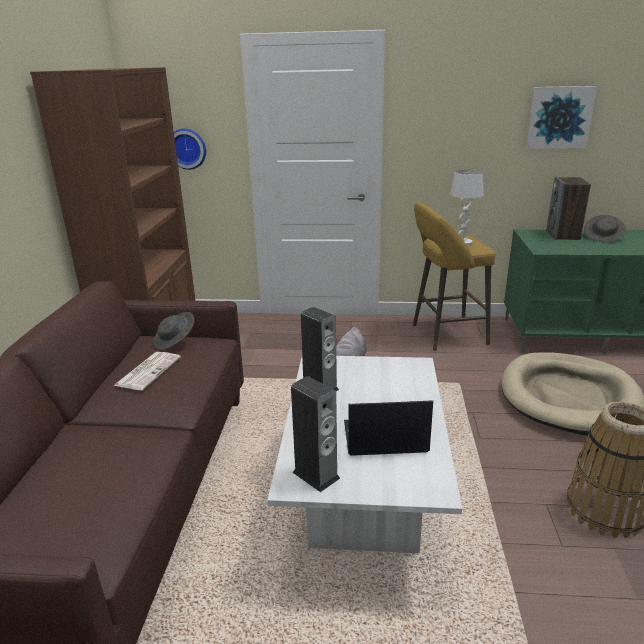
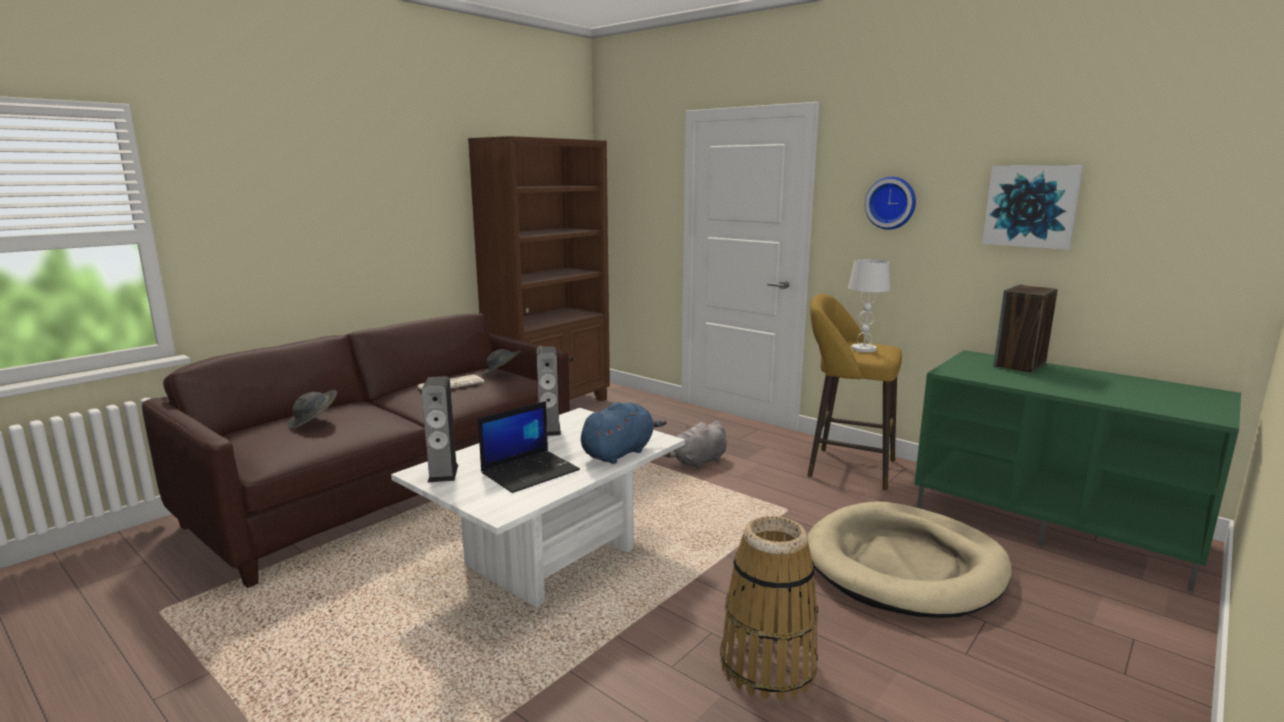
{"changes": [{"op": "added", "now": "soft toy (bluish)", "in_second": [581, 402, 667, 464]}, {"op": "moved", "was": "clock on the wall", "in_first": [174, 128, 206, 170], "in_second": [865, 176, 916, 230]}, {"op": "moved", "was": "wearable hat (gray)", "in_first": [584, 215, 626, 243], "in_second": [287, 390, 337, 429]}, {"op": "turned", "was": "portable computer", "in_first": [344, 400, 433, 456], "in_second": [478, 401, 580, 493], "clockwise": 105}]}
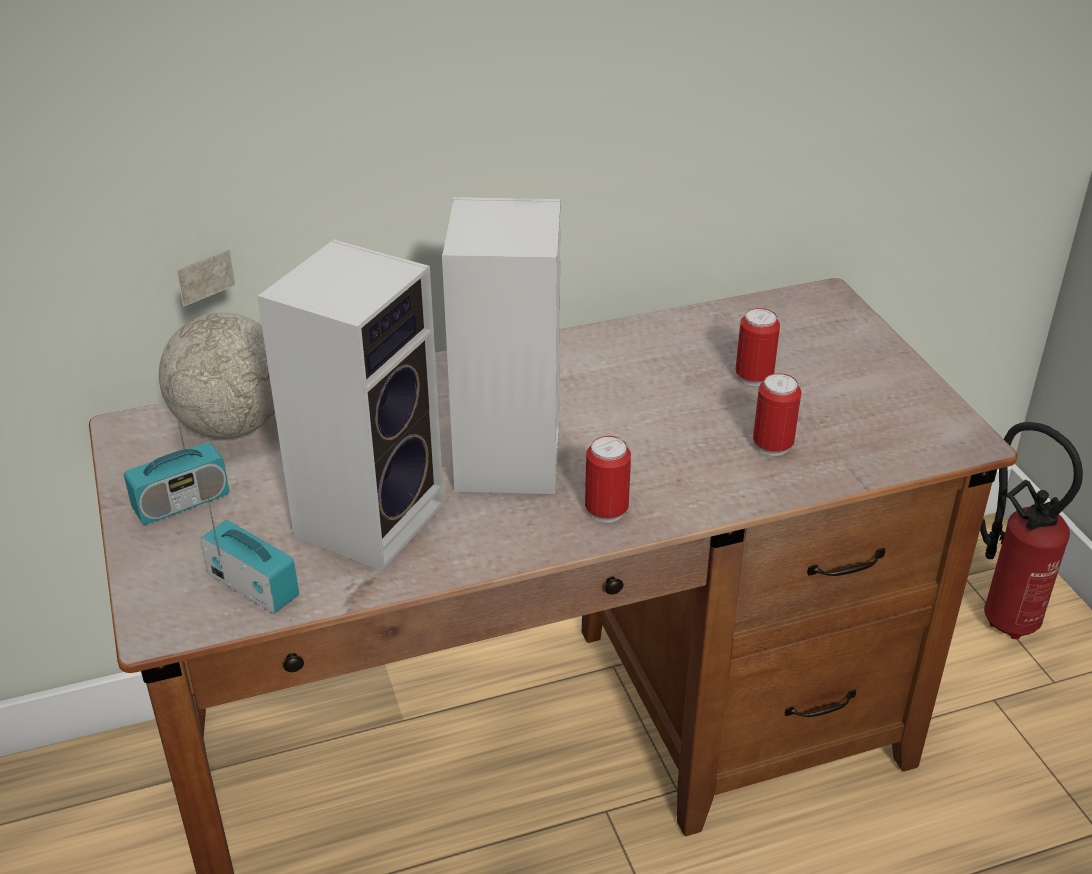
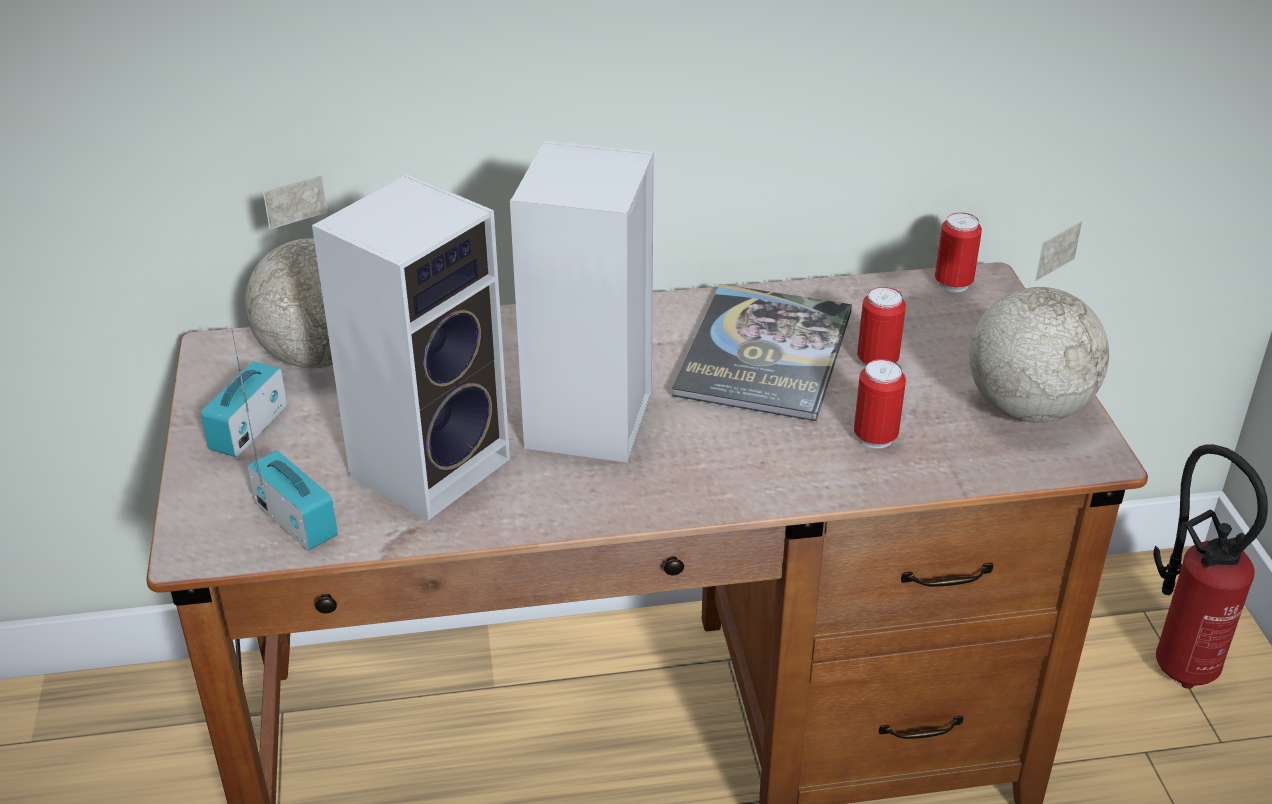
{"changes": [{"op": "added", "now": "book", "in_second": [672, 284, 852, 421]}, {"op": "added", "now": "world globe", "in_second": [969, 221, 1109, 423]}, {"op": "moved", "was": "sealed can", "in_first": [585, 436, 631, 523], "in_second": [935, 213, 982, 292]}, {"op": "turned", "was": "radio", "in_first": [124, 377, 229, 525], "in_second": [201, 328, 287, 457], "clockwise": 135}]}
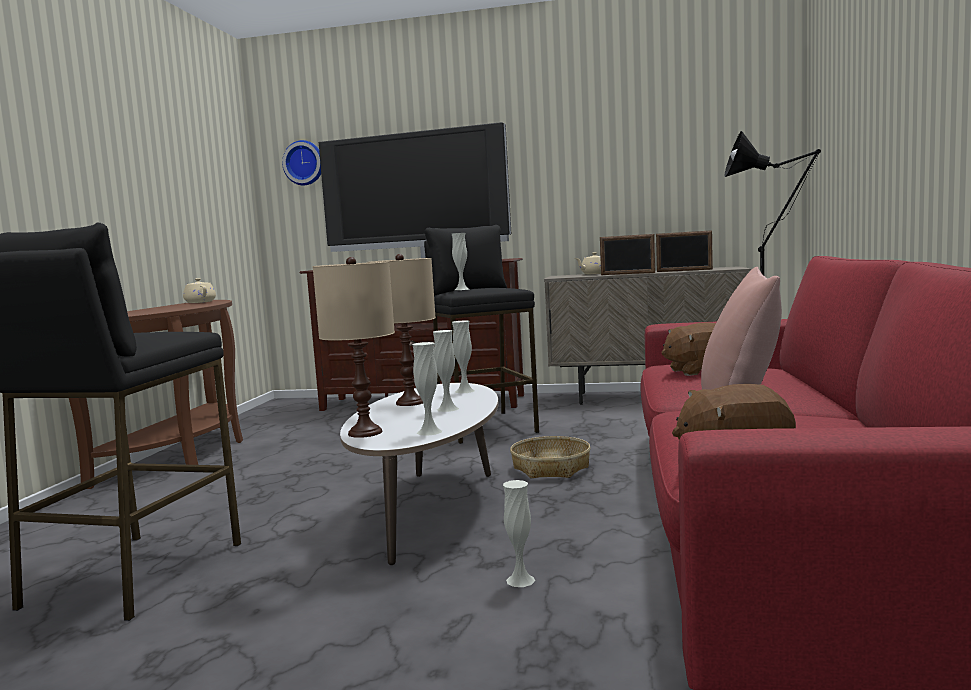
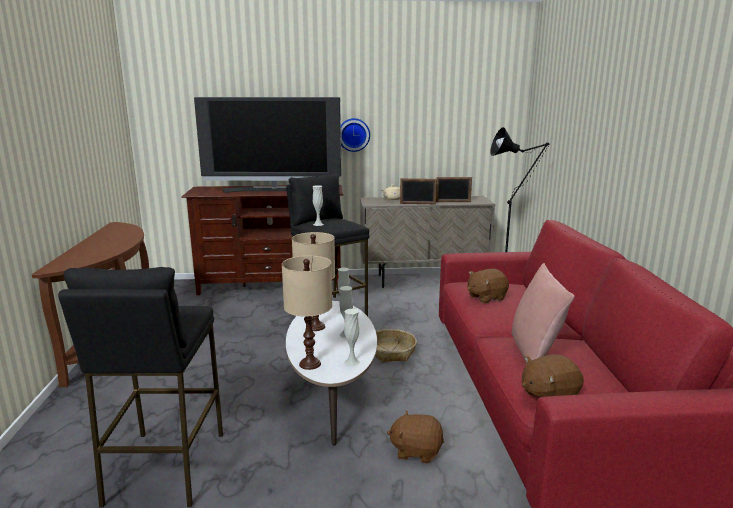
{"changes": [{"op": "removed", "was": "tea pot (beige-coloured)", "in_first": [183, 278, 216, 303]}, {"op": "moved", "was": "clock on the wall", "in_first": [282, 140, 321, 186], "in_second": [341, 118, 370, 152]}, {"op": "replaced", "was": "flower vase (white-coloured)", "now": "soft toy (brown)", "in_first": [503, 480, 535, 587], "in_second": [387, 410, 444, 463]}]}
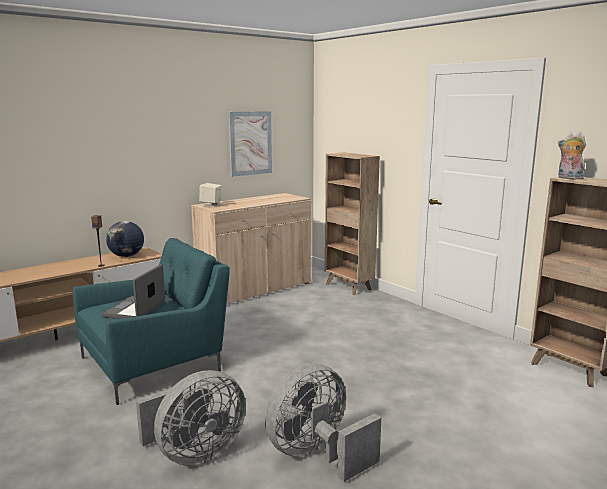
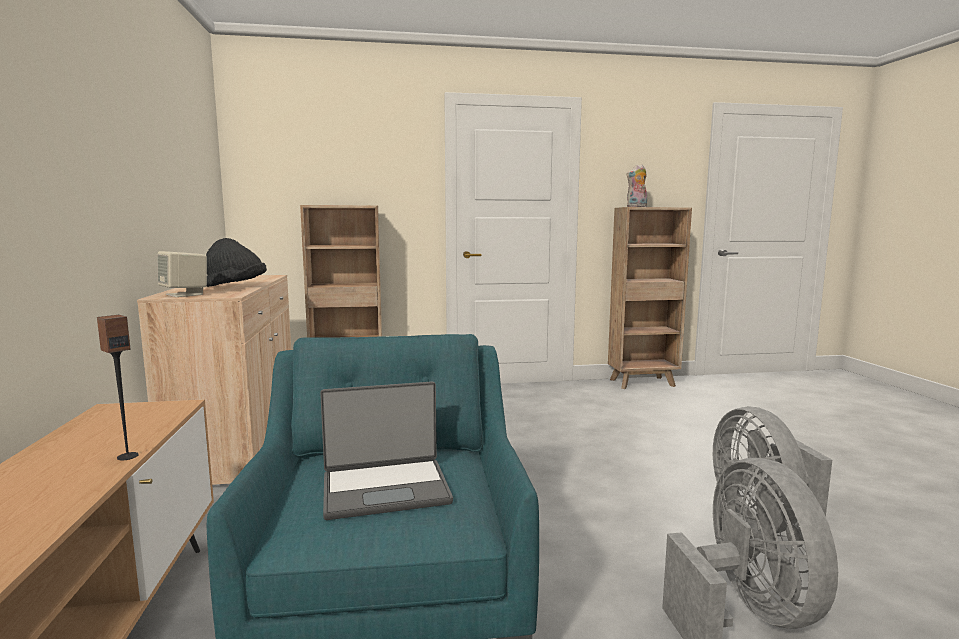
{"changes": [{"op": "removed", "was": "world globe", "in_first": [106, 221, 144, 257]}, {"op": "removed", "was": "picture", "in_first": [229, 111, 272, 177]}, {"op": "added", "now": "wearable hat (blackish)", "in_second": [206, 238, 267, 287]}, {"op": "turned", "was": "portable computer", "in_first": [102, 264, 165, 319], "in_second": [320, 381, 453, 520], "clockwise": -60}]}
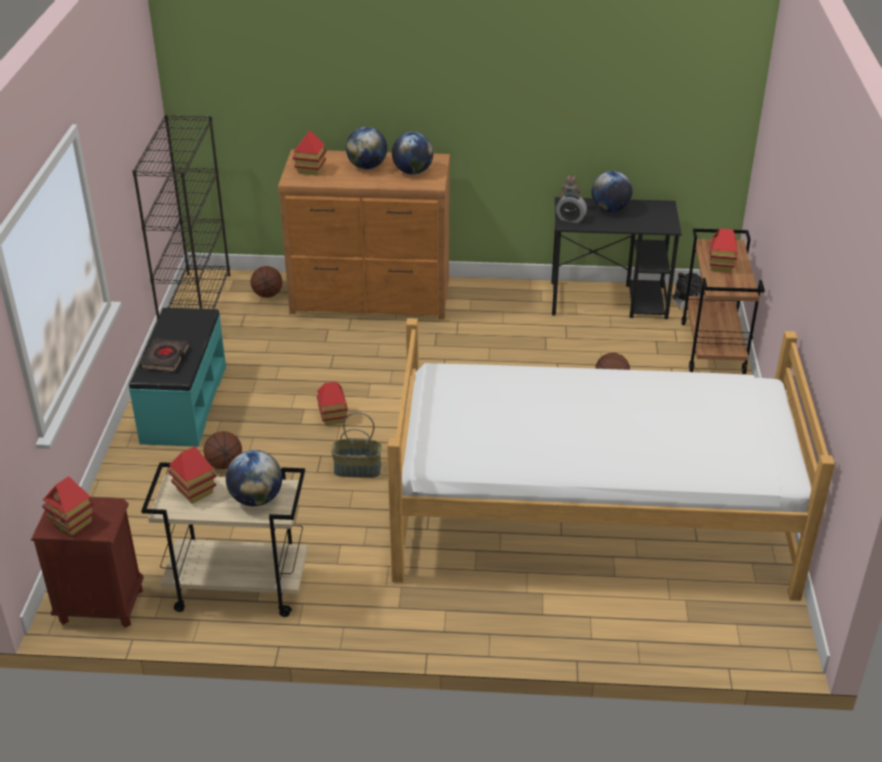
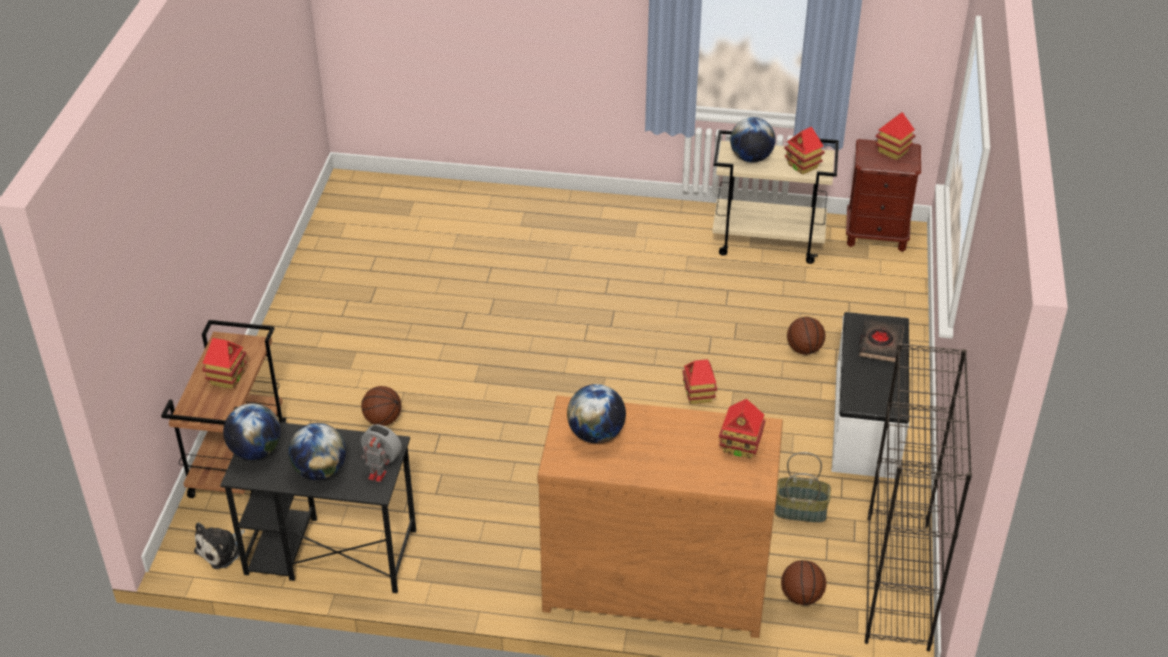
{"changes": [{"op": "removed", "was": "bed", "in_first": [387, 318, 835, 601]}, {"op": "moved", "was": "household basket", "in_first": [331, 412, 382, 478], "in_second": [775, 452, 831, 523]}, {"op": "moved", "was": "world globe", "in_first": [346, 127, 387, 169], "in_second": [223, 403, 281, 460]}, {"op": "recoloured", "was": "indoor bench (turquoise-coloured)", "now": "indoor bench (white-coloured)", "in_first": [129, 308, 226, 447], "in_second": [831, 312, 909, 479]}]}
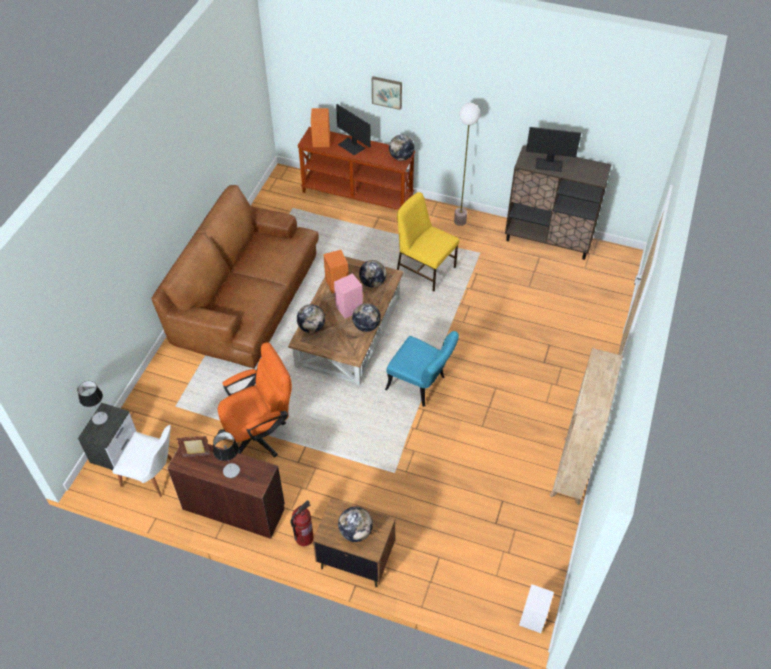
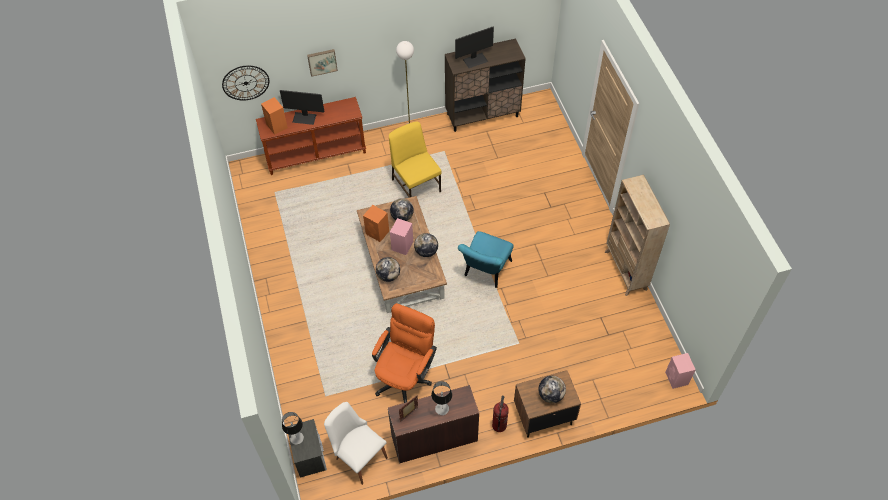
{"changes": [{"op": "removed", "was": "settee (brown)", "in_first": [151, 185, 319, 369]}, {"op": "removed", "was": "world globe", "in_first": [389, 135, 414, 161]}, {"op": "added", "now": "clock on the wall", "in_second": [222, 65, 269, 100]}, {"op": "recoloured", "was": "audio speaker (white-coloured)", "now": "audio speaker (pink)", "in_first": [519, 584, 554, 633], "in_second": [665, 353, 696, 389]}, {"op": "turned", "was": "upright chair (white-coloured)", "in_first": [112, 425, 172, 497], "in_second": [324, 402, 388, 485], "clockwise": -120}, {"op": "turned", "was": "upright chair (turquoise-coloured)", "in_first": [385, 331, 459, 407], "in_second": [458, 231, 514, 288], "clockwise": 120}, {"op": "turned", "was": "upright chair (yellow)", "in_first": [397, 192, 459, 292], "in_second": [389, 121, 442, 197], "clockwise": 60}]}
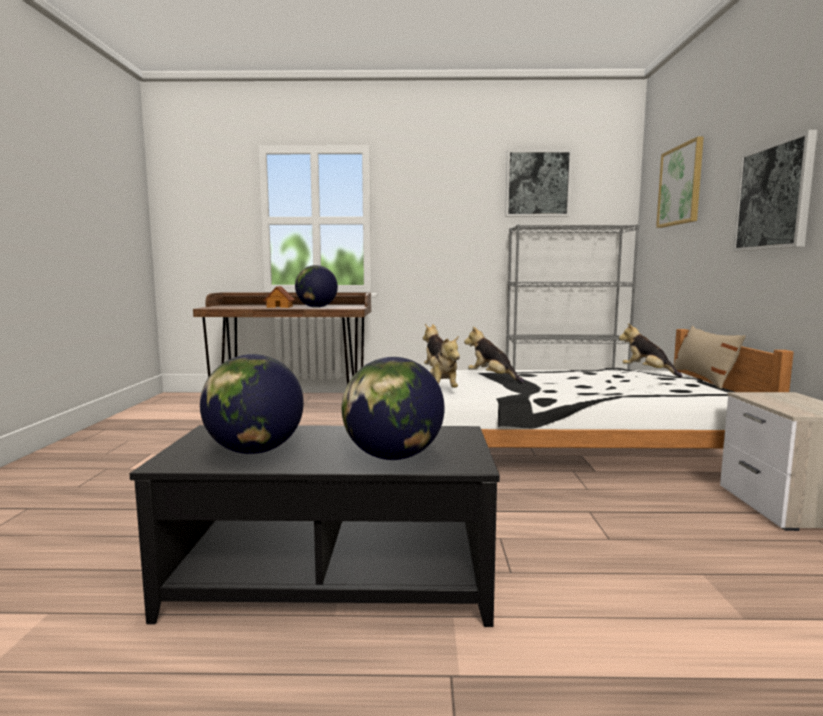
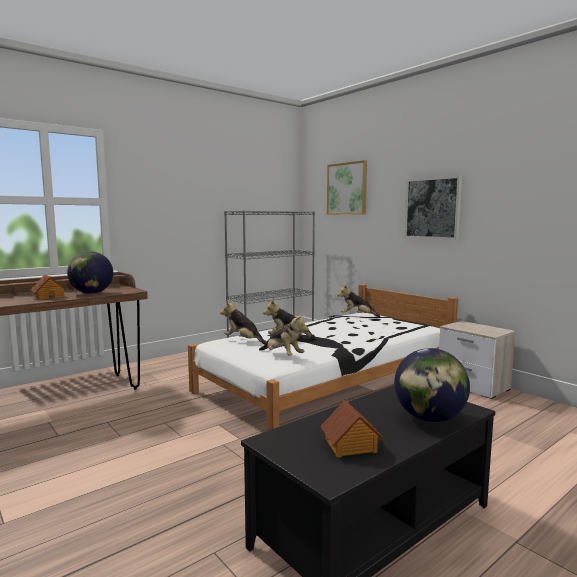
{"changes": [{"op": "removed", "was": "picture", "in_first": [505, 150, 572, 217]}, {"op": "removed", "was": "pillow (beige-coloured)", "in_first": [673, 326, 746, 389]}, {"op": "replaced", "was": "world globe", "now": "toy house", "in_first": [200, 354, 304, 454], "in_second": [320, 400, 384, 458]}]}
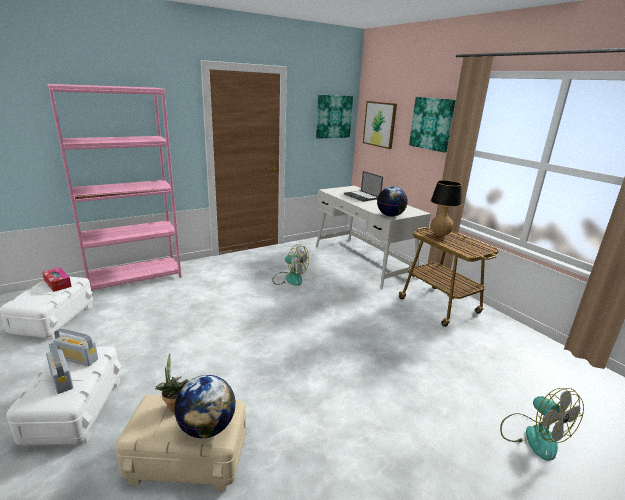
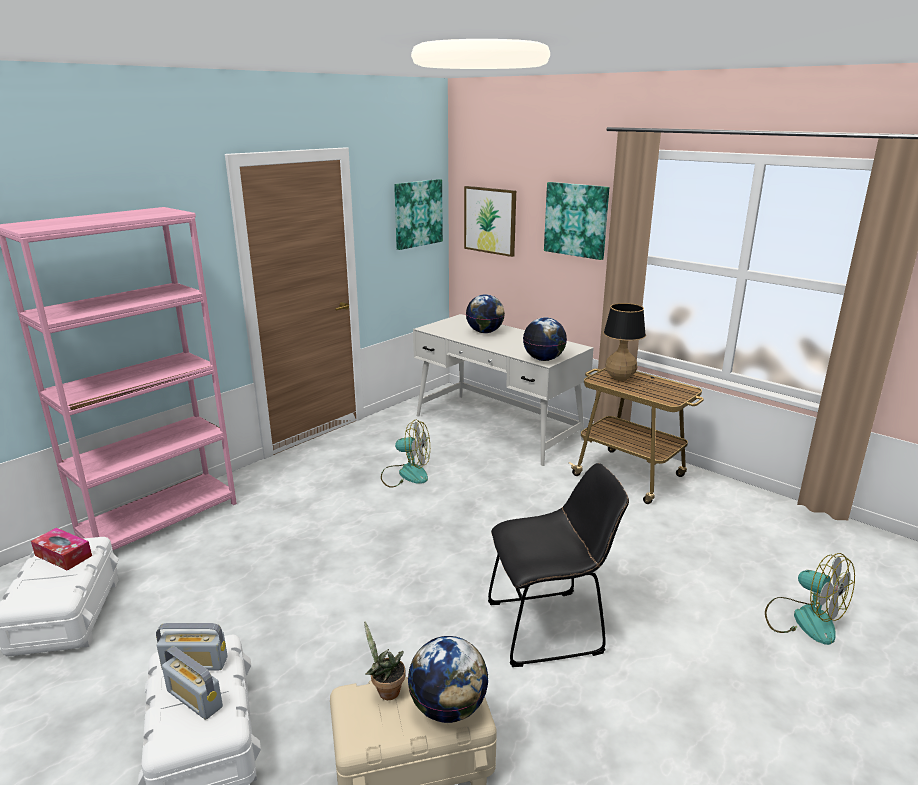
{"changes": [{"op": "added", "now": "upright chair (blackish)", "in_second": [488, 463, 629, 667]}, {"op": "replaced", "was": "portable computer", "now": "world globe", "in_first": [344, 171, 383, 202], "in_second": [466, 294, 505, 333]}]}
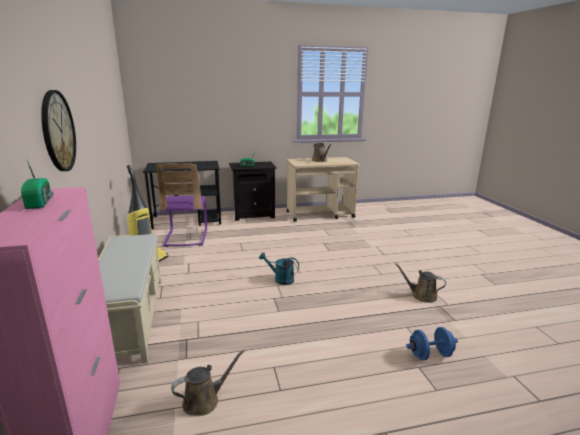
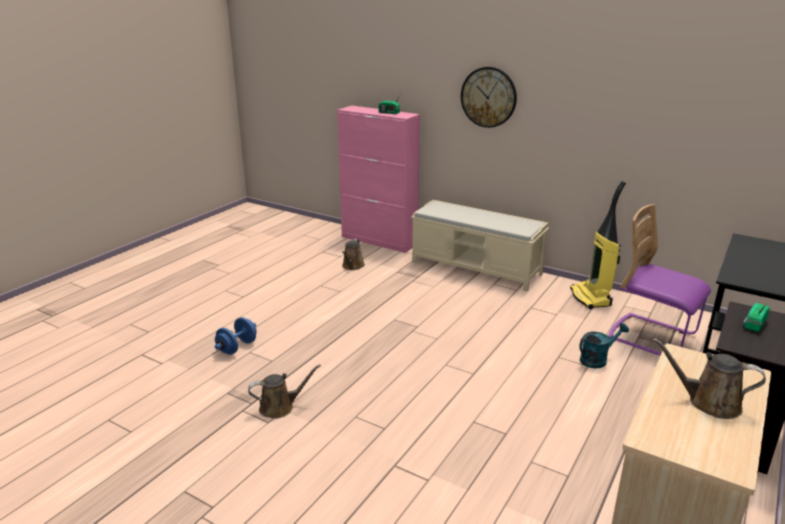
{"changes": [{"op": "moved", "was": "watering can (turquoise-coloured)", "in_first": [259, 252, 299, 285], "in_second": [579, 323, 629, 368]}]}
